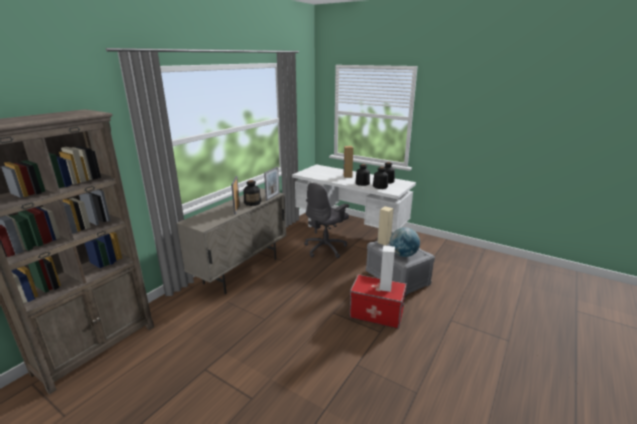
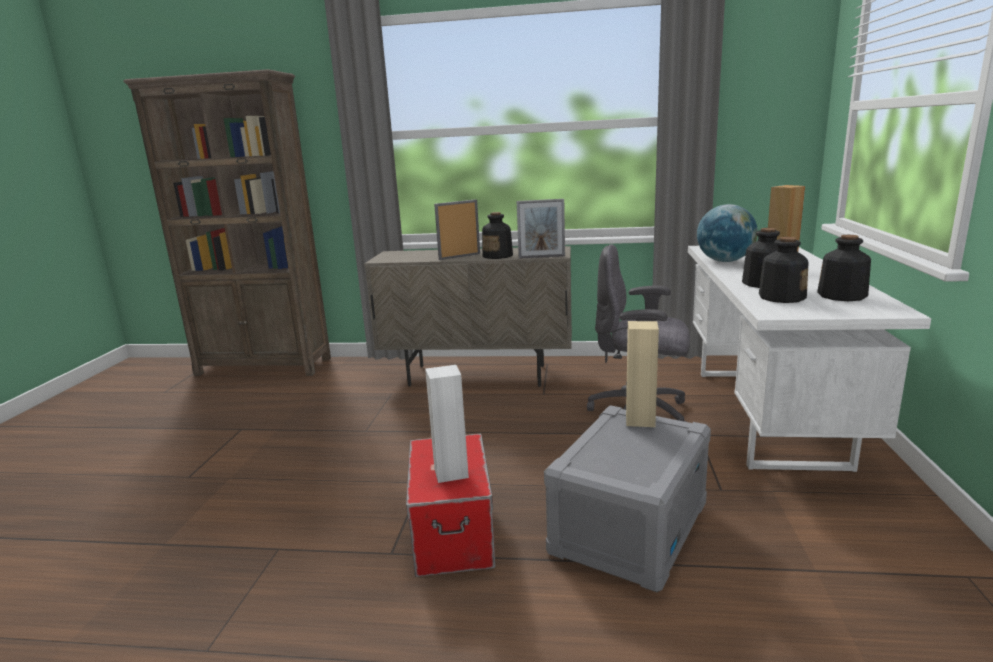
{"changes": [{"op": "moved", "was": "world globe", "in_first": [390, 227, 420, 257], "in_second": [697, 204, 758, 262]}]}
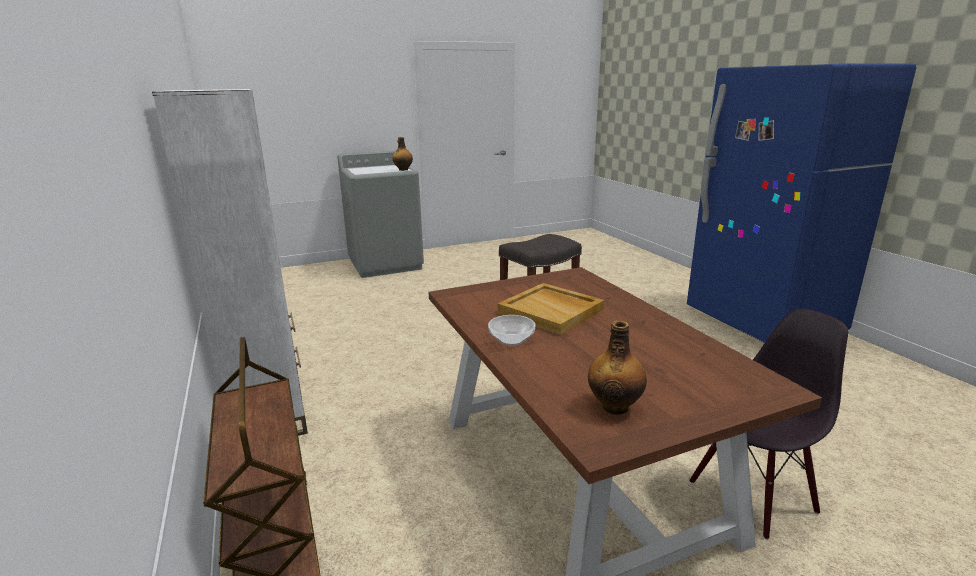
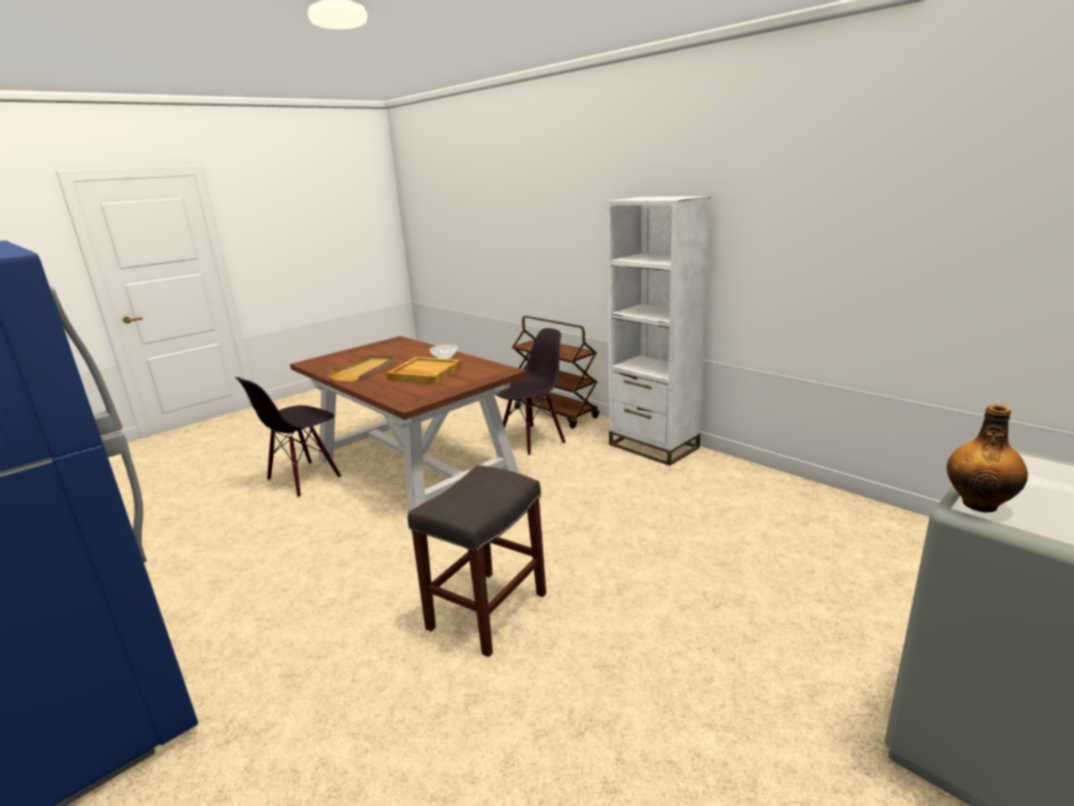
{"changes": [{"op": "removed", "was": "beverage bottle", "in_first": [588, 321, 647, 415]}, {"op": "added", "now": "carrying tray (beige-coloured)", "in_second": [327, 355, 396, 382]}, {"op": "added", "now": "upright chair (blackish)", "in_second": [496, 328, 565, 455]}]}
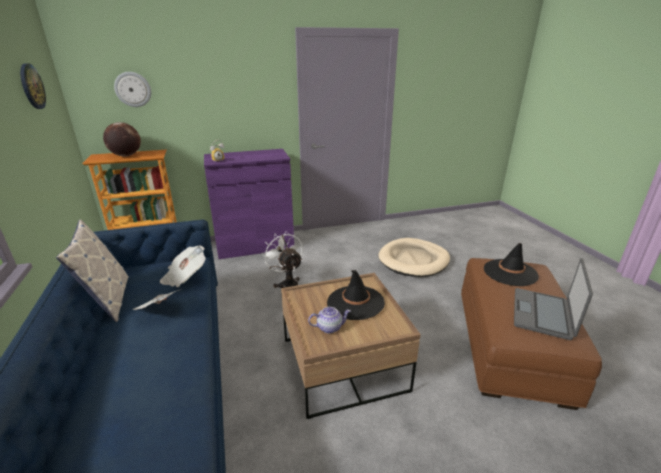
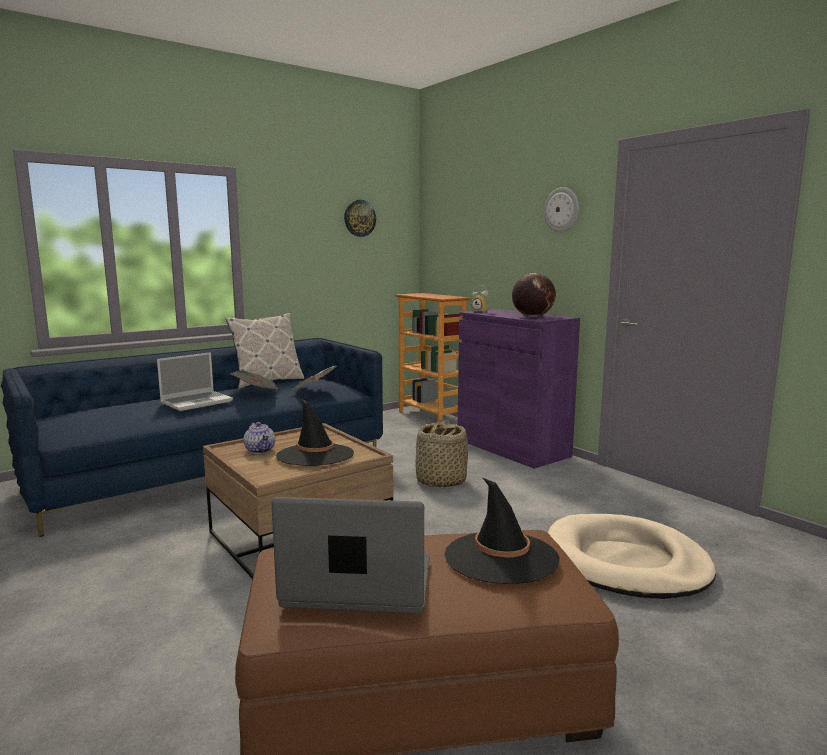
{"changes": [{"op": "added", "now": "portable computer", "in_second": [157, 352, 233, 411]}, {"op": "moved", "was": "world globe", "in_first": [103, 122, 141, 156], "in_second": [512, 273, 556, 317]}, {"op": "moved", "was": "clock on the wall", "in_first": [114, 72, 151, 107], "in_second": [544, 187, 579, 232]}, {"op": "replaced", "was": "electric fan (white-coloured)", "now": "household basket", "in_first": [262, 231, 303, 288], "in_second": [416, 419, 468, 487]}]}
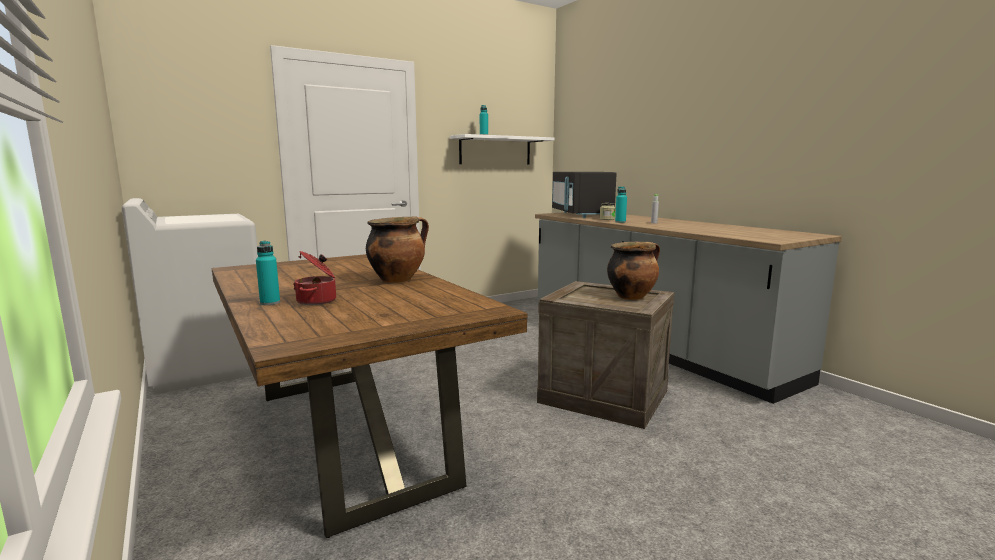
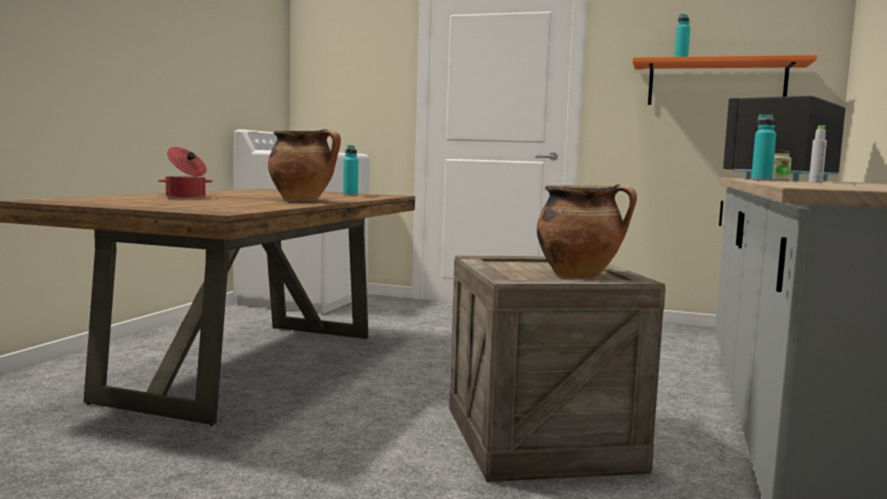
{"changes": [{"op": "moved", "was": "beverage bottle (turquoise-coloured)", "in_first": [256, 241, 280, 305], "in_second": [343, 145, 358, 196]}, {"op": "recoloured", "was": "wall shelf (white-coloured)", "now": "wall shelf (orange)", "in_first": [450, 134, 555, 165], "in_second": [632, 55, 817, 105]}]}
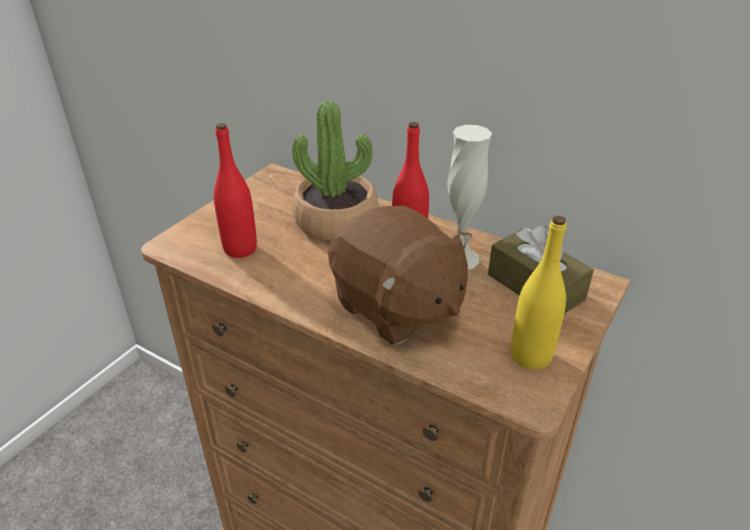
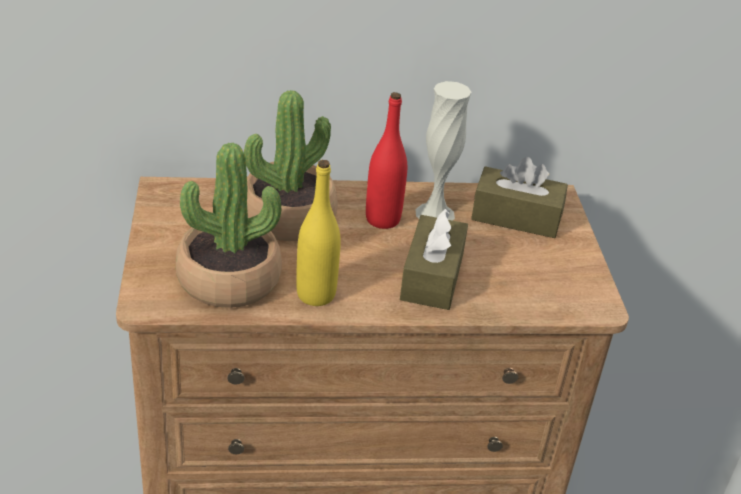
{"changes": [{"op": "moved", "was": "beverage bottle (yellow)", "in_first": [511, 215, 566, 370], "in_second": [296, 160, 341, 306]}, {"op": "replaced", "was": "beverage bottle (red)", "now": "plant in a pot", "in_first": [214, 123, 257, 258], "in_second": [176, 143, 282, 308]}, {"op": "replaced", "was": "soft toy (brown)", "now": "box of tissues (brown)", "in_first": [328, 206, 472, 345], "in_second": [400, 208, 468, 310]}]}
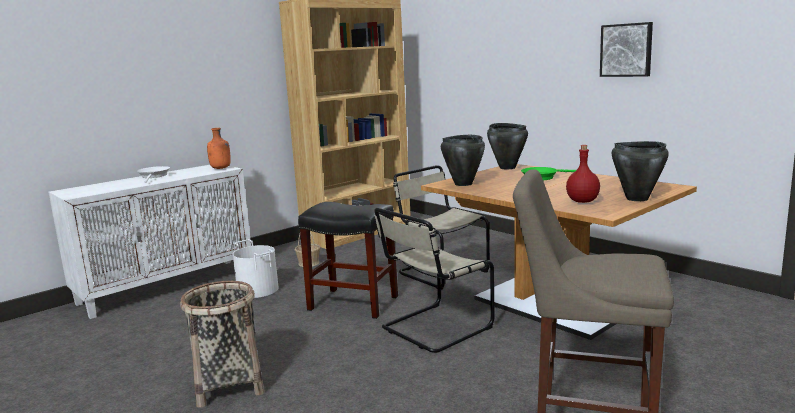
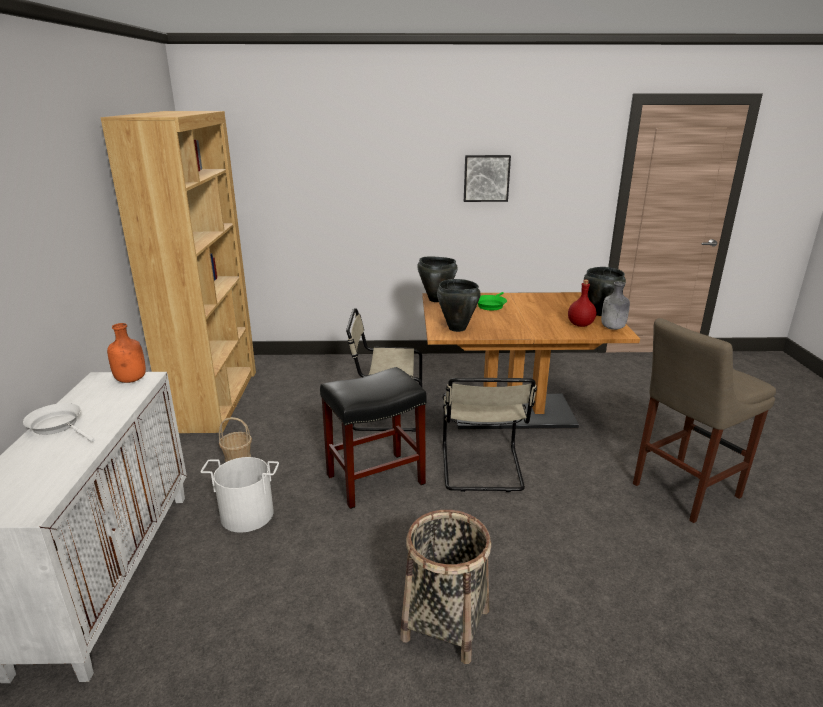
{"changes": [{"op": "added", "now": "beverage bottle (gray)", "in_second": [601, 281, 630, 330]}]}
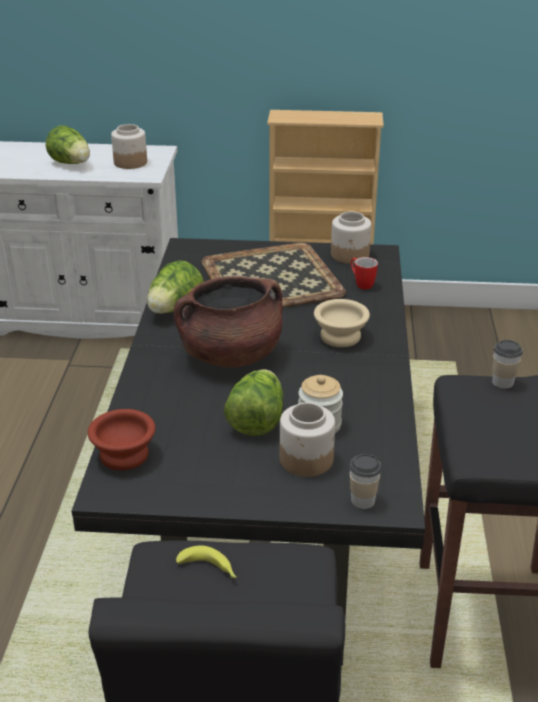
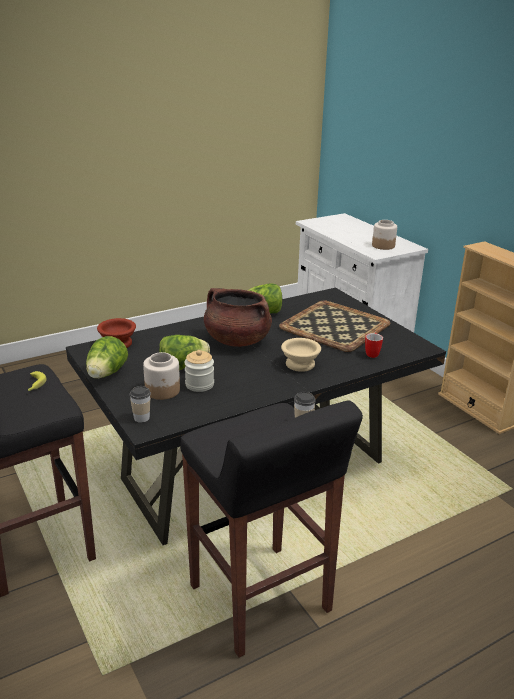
{"changes": [{"op": "removed", "was": "storage jar", "in_first": [331, 212, 371, 264]}, {"op": "moved", "was": "lettuce head", "in_first": [45, 125, 90, 164], "in_second": [86, 336, 128, 379]}]}
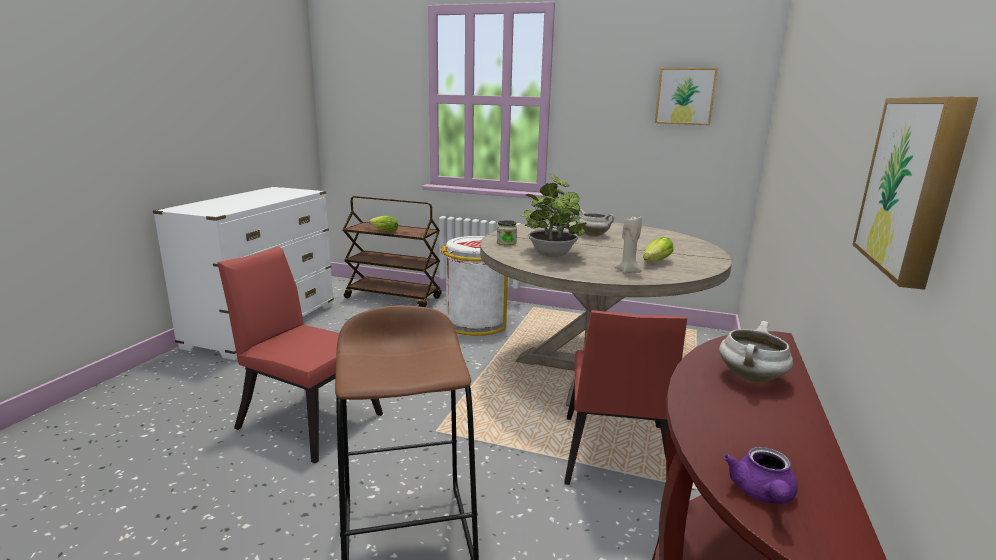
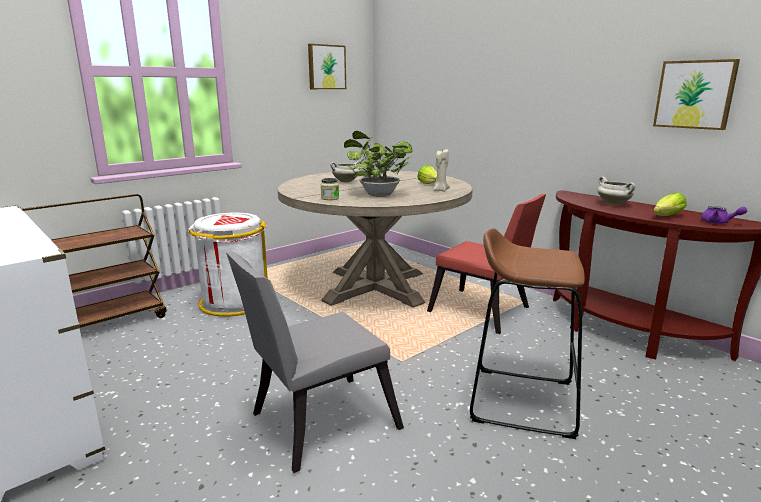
{"changes": [{"op": "moved", "was": "lettuce head", "in_first": [369, 216, 398, 232], "in_second": [654, 193, 687, 216]}, {"op": "recoloured", "was": "upright chair (red)", "now": "upright chair (gray)", "in_first": [217, 247, 383, 464], "in_second": [226, 252, 404, 473]}]}
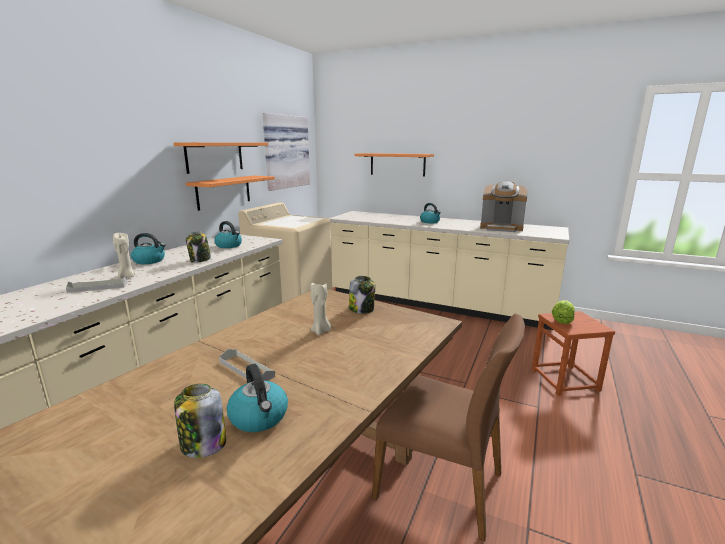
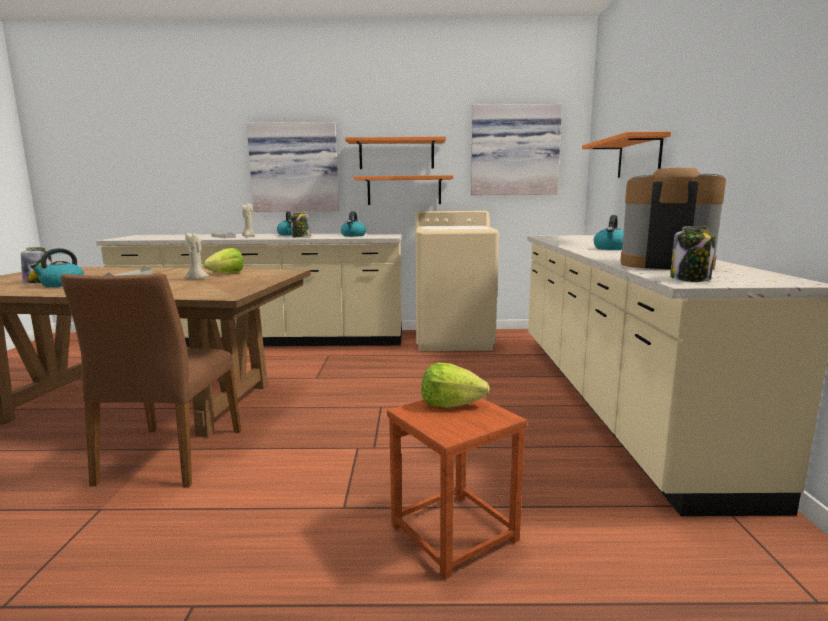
{"changes": [{"op": "added", "now": "lettuce head", "in_second": [203, 248, 244, 274]}, {"op": "added", "now": "picture", "in_second": [247, 122, 339, 212]}, {"op": "moved", "was": "storage jar", "in_first": [349, 276, 375, 314], "in_second": [670, 226, 716, 282]}, {"op": "turned", "was": "coffee brewer", "in_first": [480, 181, 528, 232], "in_second": [620, 166, 726, 269], "clockwise": 120}]}
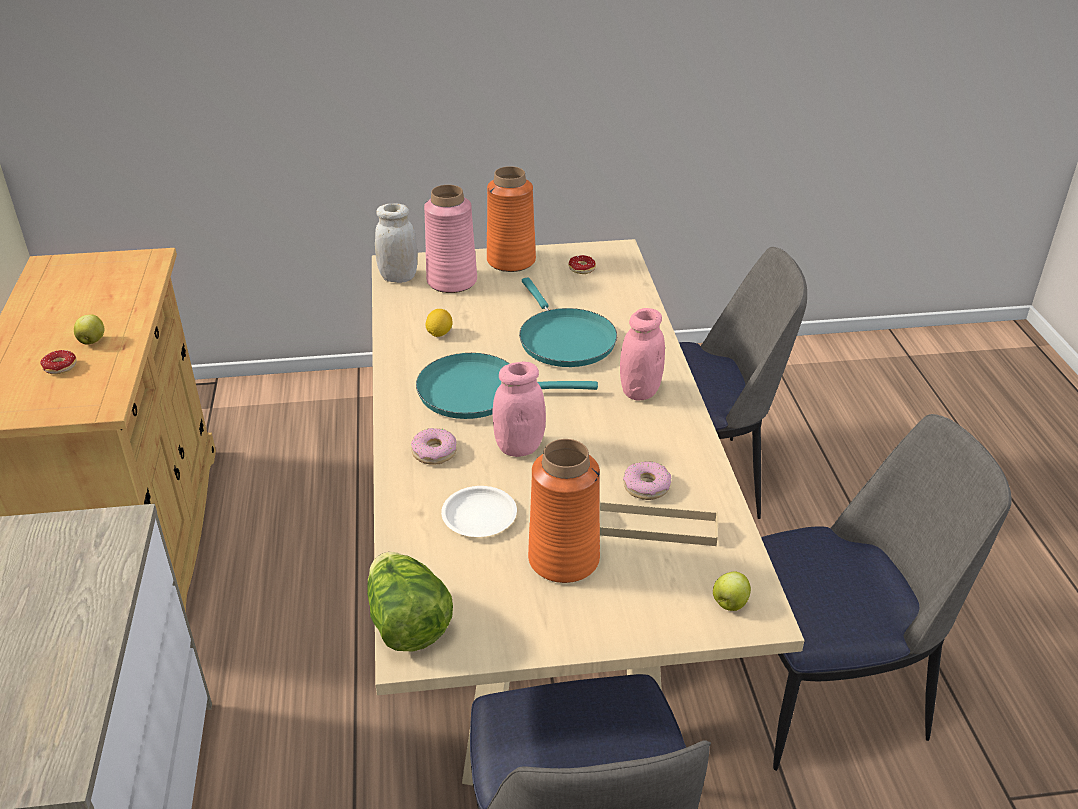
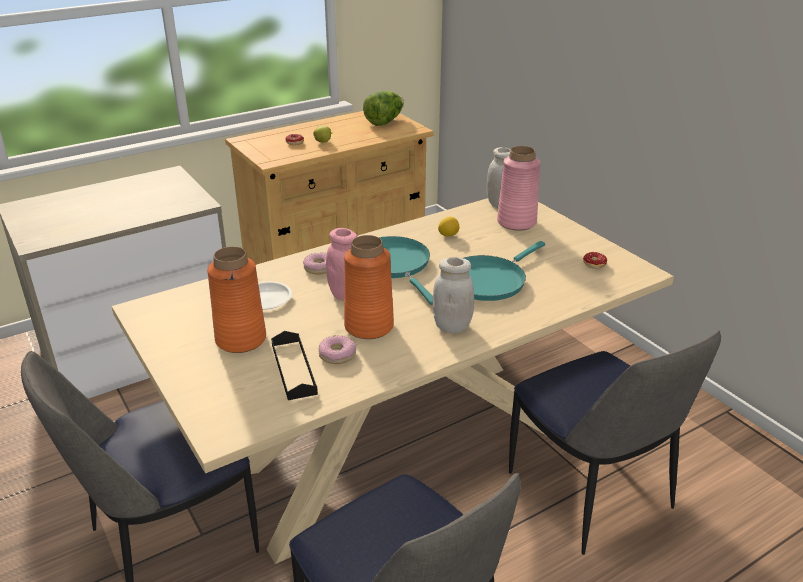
{"changes": [{"op": "removed", "was": "whole apple", "in_first": [713, 572, 751, 611]}, {"op": "moved", "was": "lettuce head", "in_first": [367, 552, 453, 651], "in_second": [363, 91, 404, 126]}, {"op": "moved", "was": "flower vase (orange)", "in_first": [487, 166, 536, 272], "in_second": [344, 235, 394, 339]}, {"op": "recoloured", "was": "carrying tray (beige-coloured)", "now": "carrying tray (blackish)", "in_first": [599, 501, 719, 546], "in_second": [271, 331, 318, 400]}, {"op": "recoloured", "was": "storage jar (pink)", "now": "storage jar (white-coloured)", "in_first": [620, 308, 665, 400], "in_second": [433, 257, 474, 333]}]}
